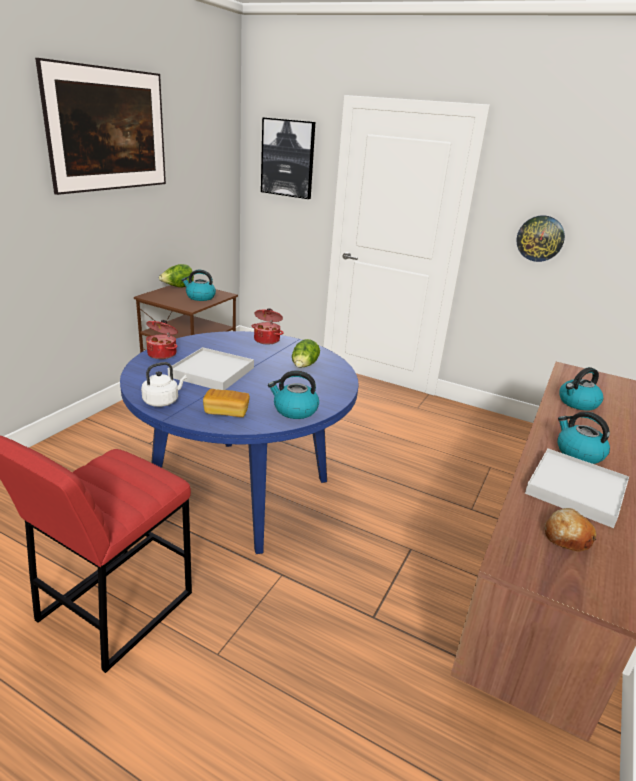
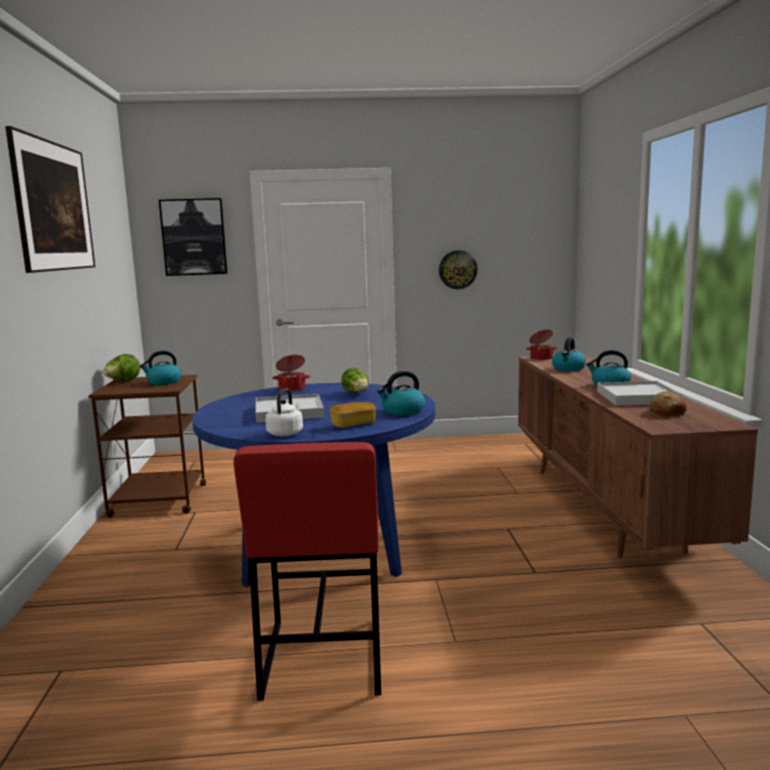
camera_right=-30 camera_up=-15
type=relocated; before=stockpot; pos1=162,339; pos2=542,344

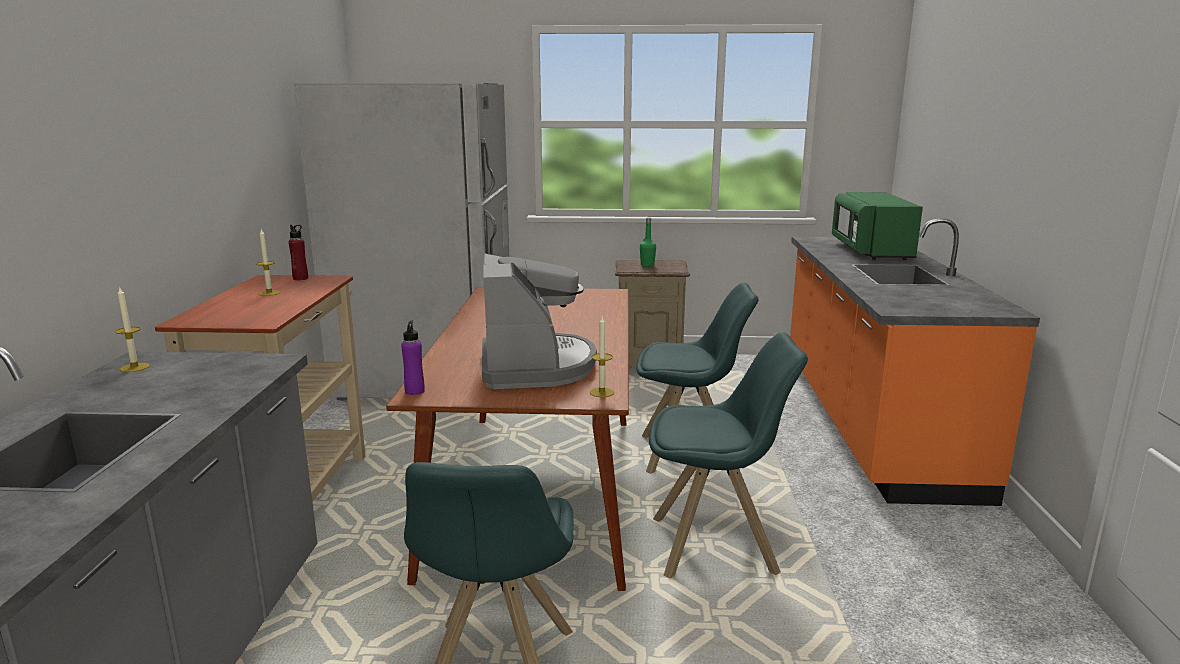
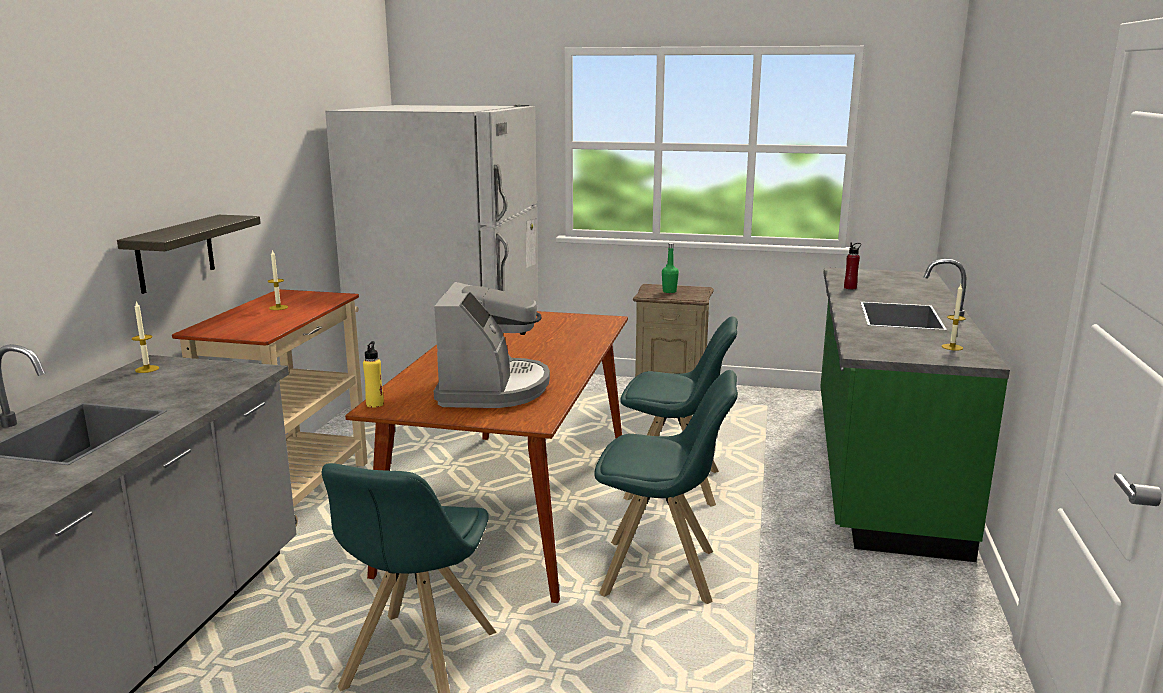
camera_right=10 camera_up=0
type=missing; before=green microwave oven; pos1=877,226
type=appeared; after=bracket shelf; pos2=189,254
type=relocated; before=red bottle; pos1=298,252; pos2=852,266
type=relocated; before=wax light; pos1=602,356; pos2=954,317
type=colour; before=purplish bottle; after=yellow bottle; pos1=413,357; pos2=373,374
type=colour; before=orange-coloured counter; after=green counter; pos1=915,362; pos2=915,410

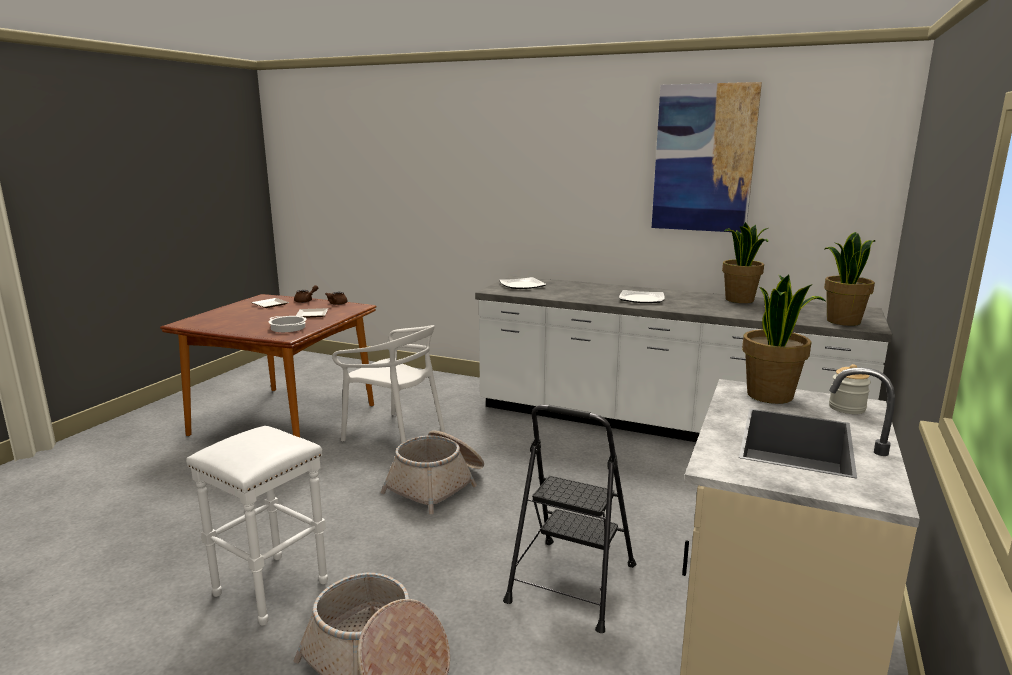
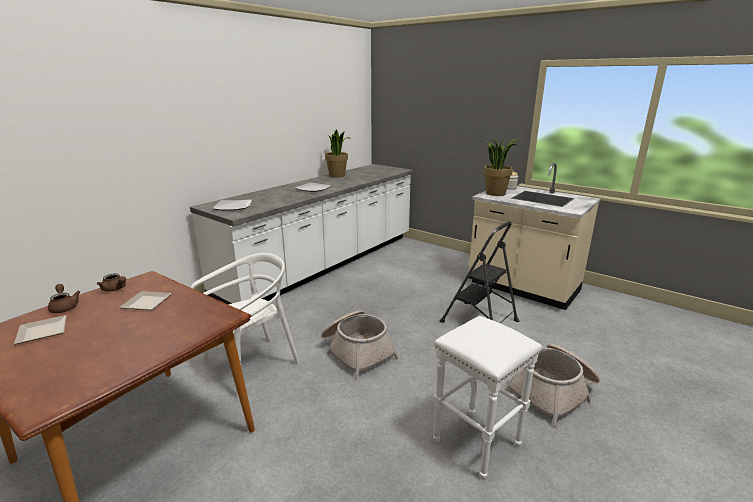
camera_right=-75 camera_up=5
type=missing; before=stockpot; pos1=287,324
type=missing; before=picture; pos1=707,157
type=missing; before=potted plant; pos1=849,279

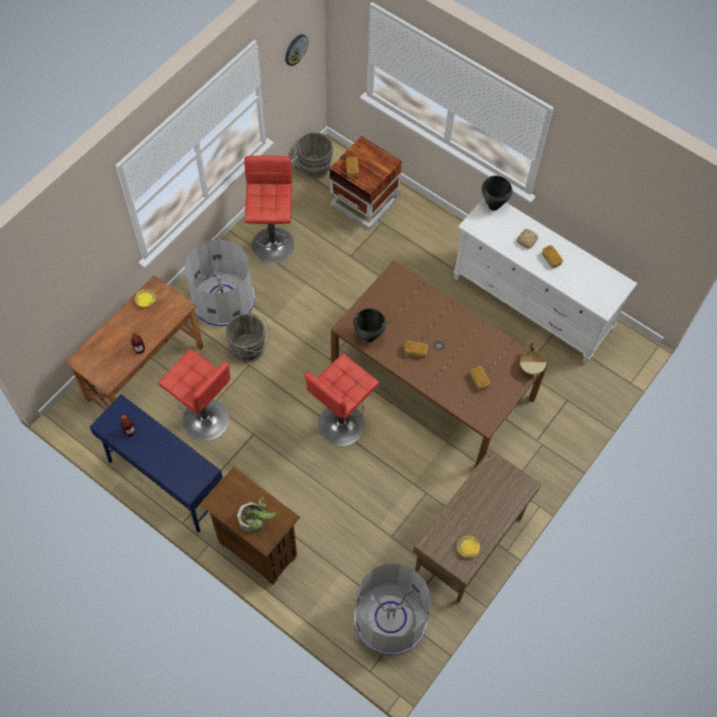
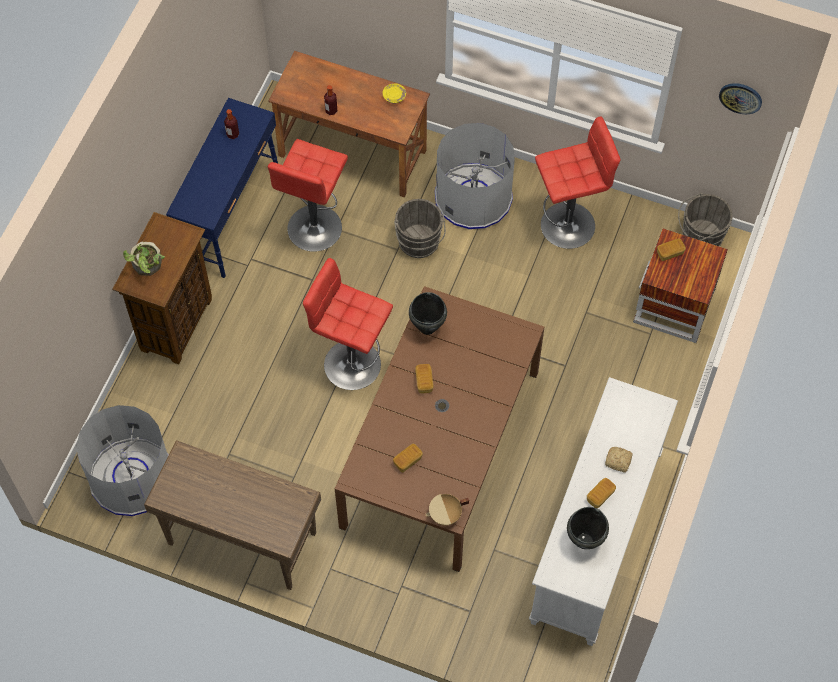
camera_right=75 camera_up=0
type=missing; before=yellow plate; pos1=468,547
type=relocated; before=black-coloured stockpot; pos1=497,193; pos2=588,528

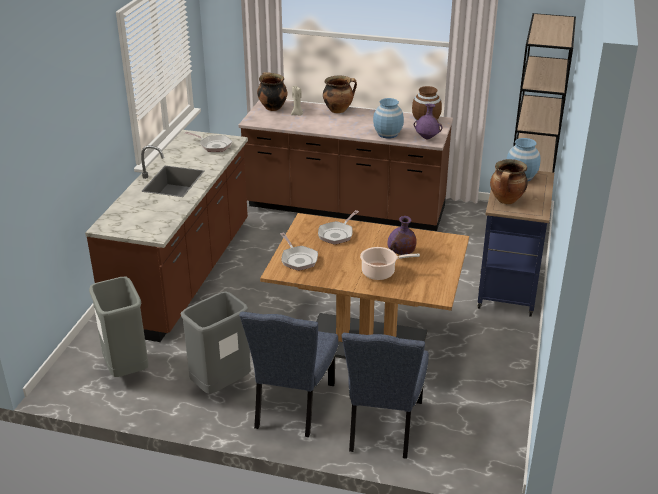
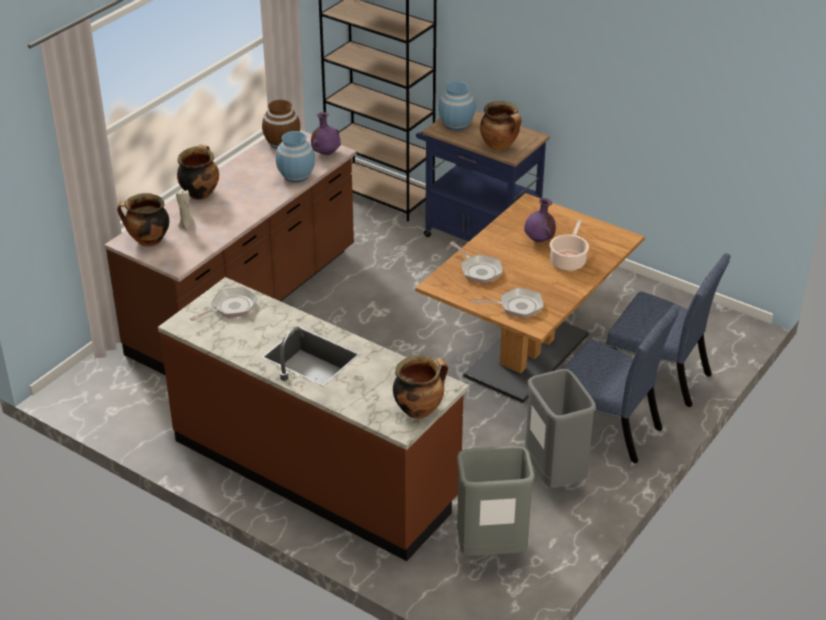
camera_right=-70 camera_up=5
type=appeared; after=stockpot; pos2=420,387

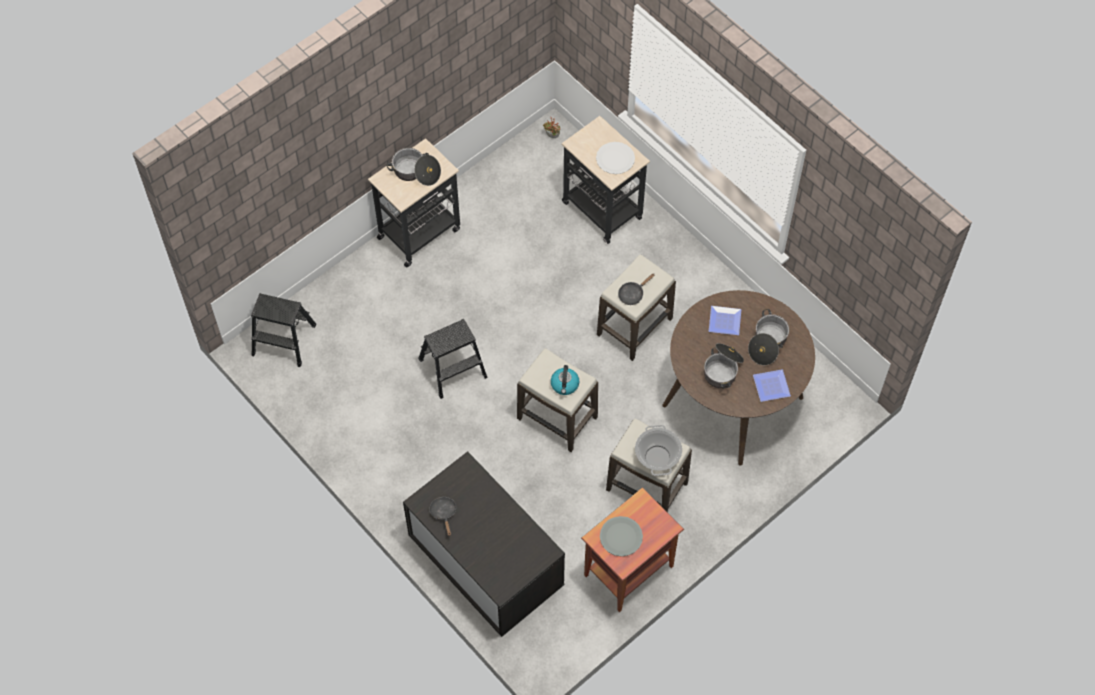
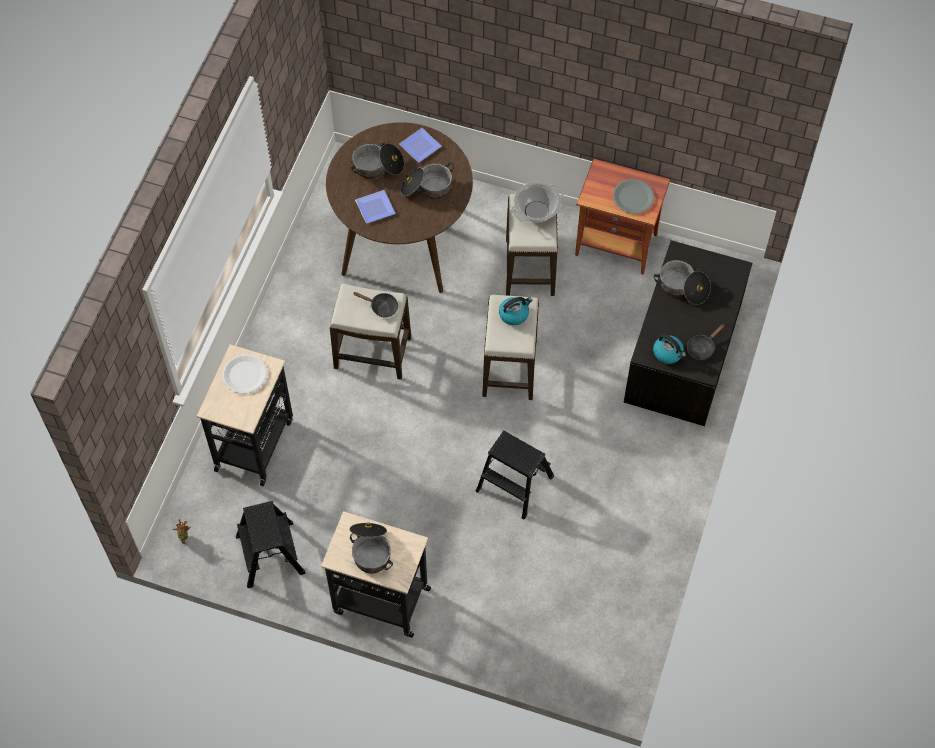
camera_right=-120 camera_up=0
type=appeared; after=kettle; pos2=669,349
type=appeared; after=stockpot; pos2=682,282
type=relocated; before=black-coloured stepladder; pos1=283,330; pos2=270,544

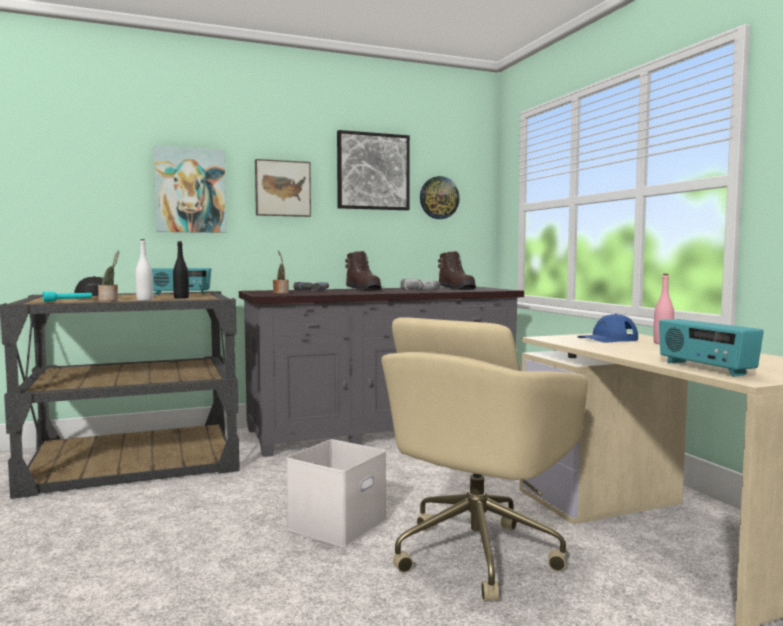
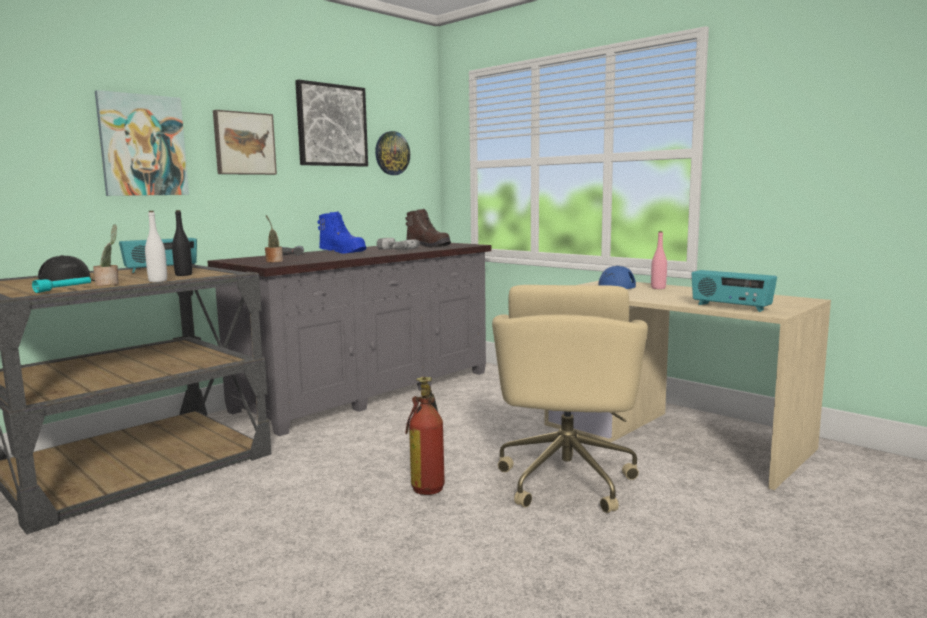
camera_right=-25 camera_up=5
type=exchanged; before=white-coloured storage box; after=extinguisher; pos1=336,493; pos2=425,436
type=colour; before=brownish tall boot; after=blue tall boot; pos1=363,271; pos2=342,232

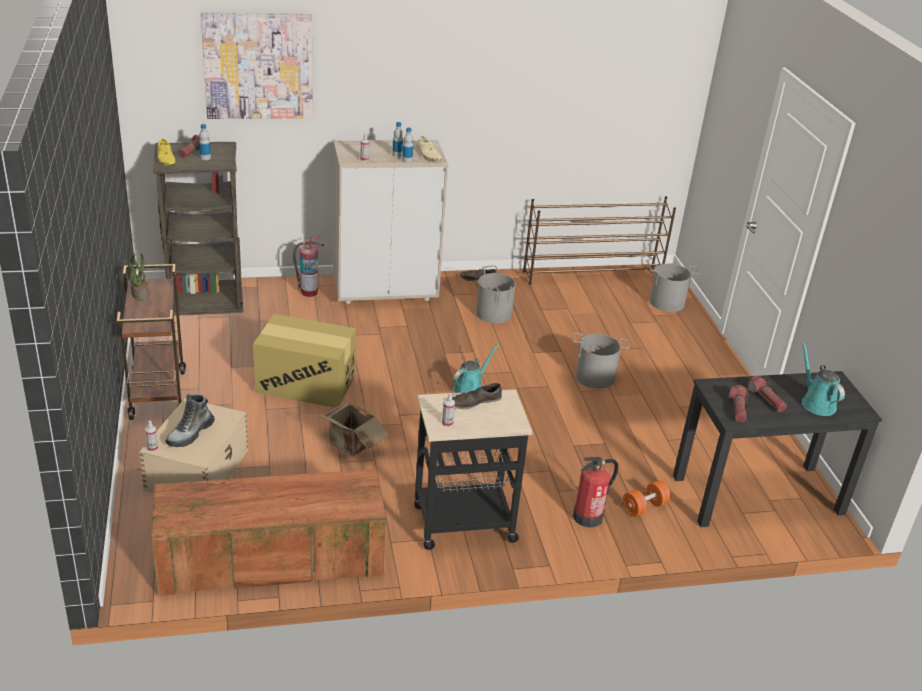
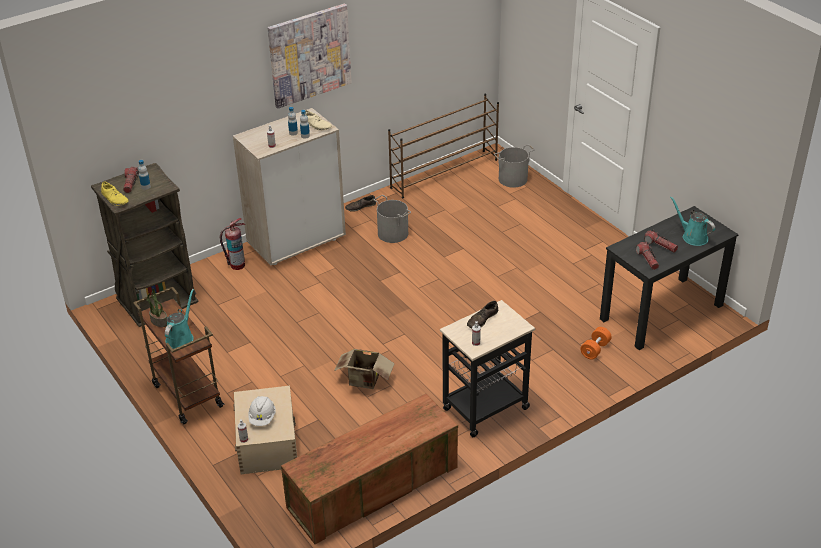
camera_right=-20 camera_up=5
type=missing; before=carton; pos1=304,361
type=missing; before=gray bucket; pos1=601,361
type=missing; before=extinguisher; pos1=595,492
type=relocated; before=picture; pos1=257,65; pos2=310,56
type=relocated; before=blue-green watering pot; pos1=476,368; pos2=179,319
type=exchanged; before=tall boot; after=white-coloured hard hat; pos1=190,420; pos2=262,411

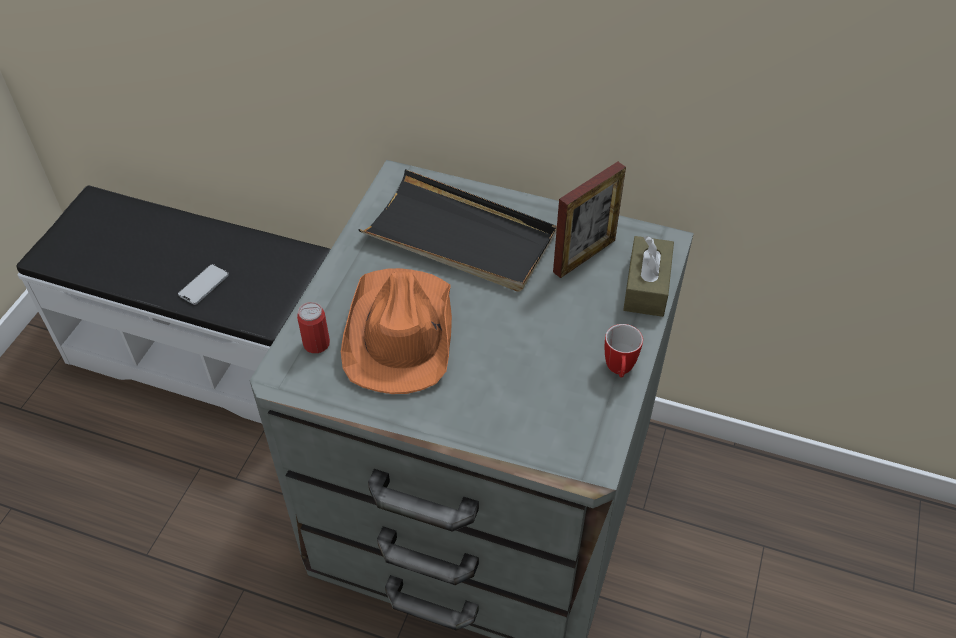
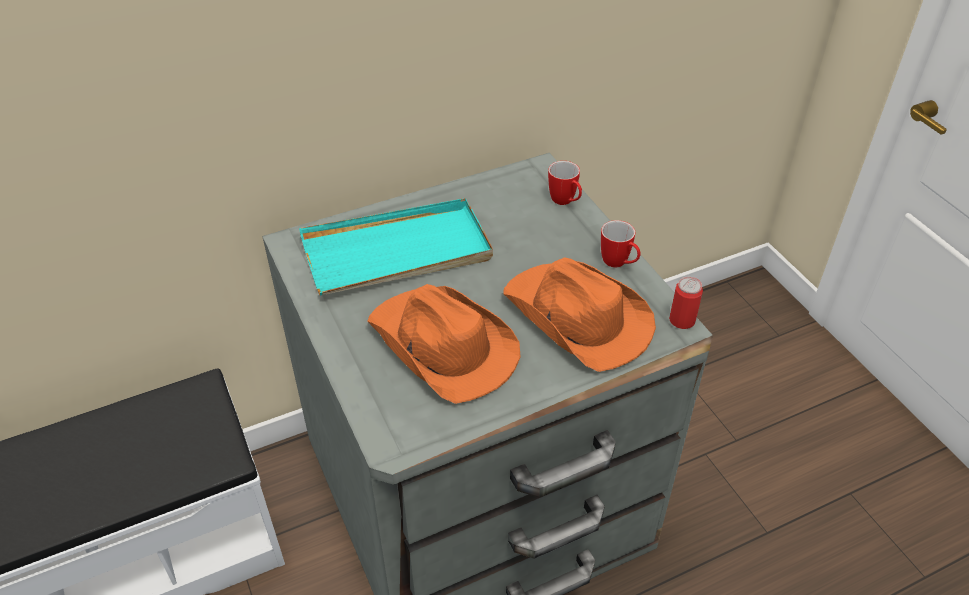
camera_right=-45 camera_up=-5
type=missing; before=phone; pos1=203,284
type=missing; before=picture frame; pos1=589,220
type=appeared; after=orange-coloured clothing hat; pos2=579,314
type=relocated; before=metal can; pos1=313,327; pos2=686,303
type=exchanged; before=brownish tissue holder; after=tea mug; pos1=648,276; pos2=565,183
type=colour; before=black-coloured serving tray; after=blue-green serving tray; pos1=457,230; pos2=396,246

